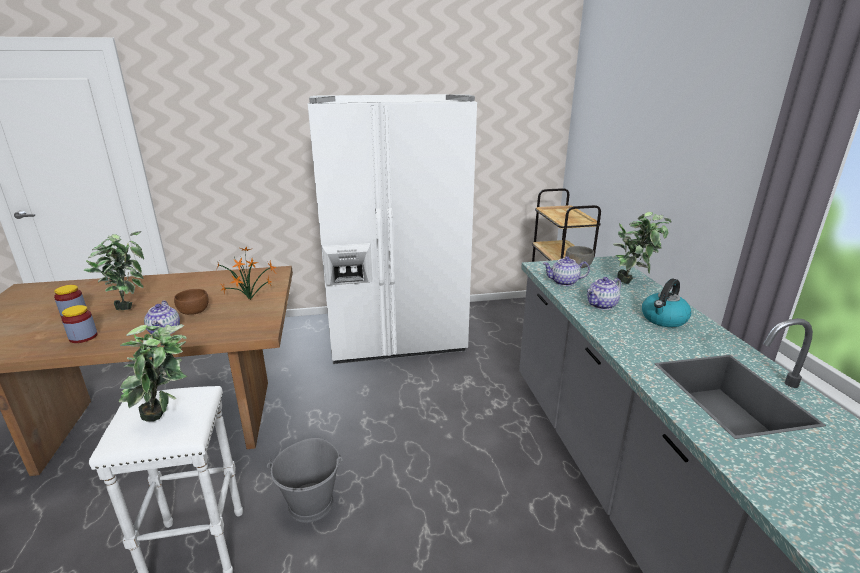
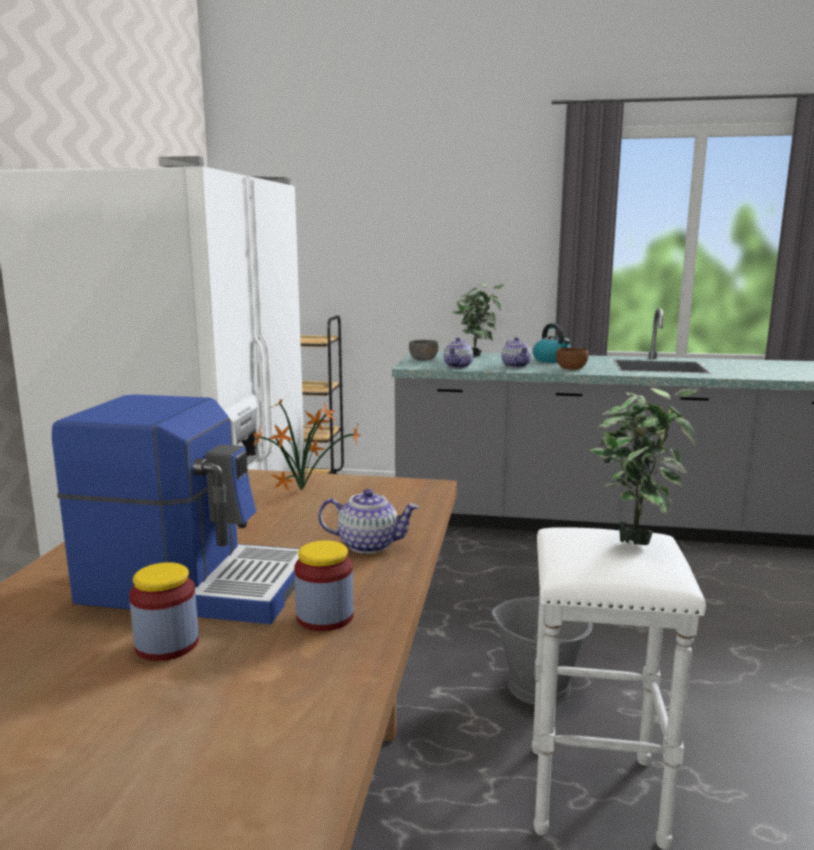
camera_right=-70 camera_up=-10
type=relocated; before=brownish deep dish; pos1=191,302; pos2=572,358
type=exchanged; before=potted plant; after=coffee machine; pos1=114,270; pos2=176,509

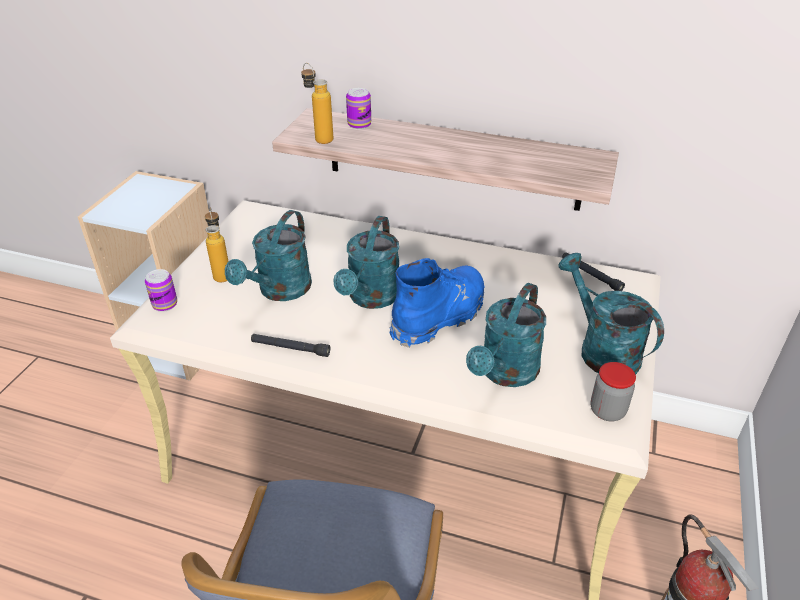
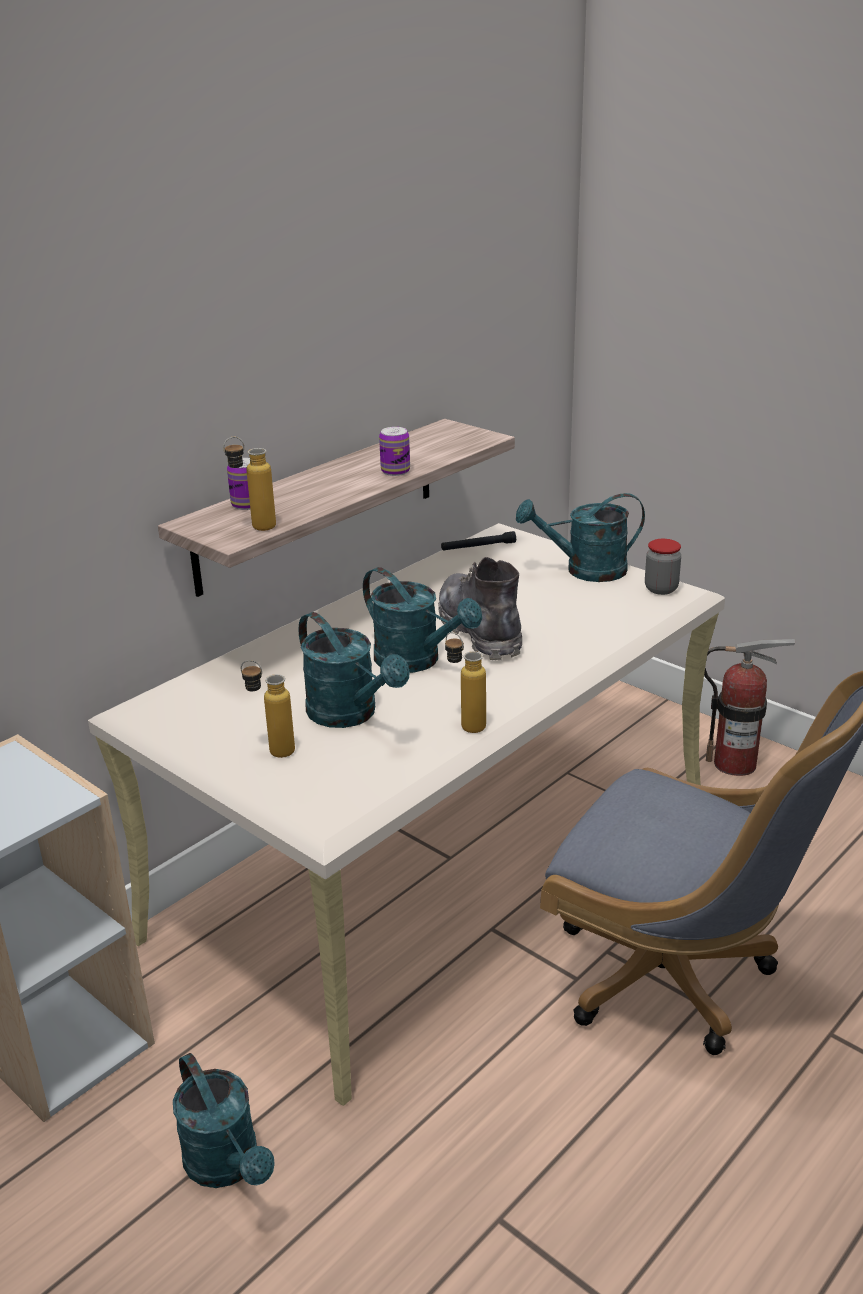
camera_right=-65 camera_up=-10
type=relocated; before=metal can; pos1=161,290; pos2=394,451
type=relocated; before=blue-green watering pot; pos1=506,335; pos2=224,1120
type=exchanged; before=black-coloured hand torch; after=bottle; pos1=290,345; pos2=465,682
type=colour; before=blue tall boot; after=gray tall boot; pos1=437,303; pos2=480,608

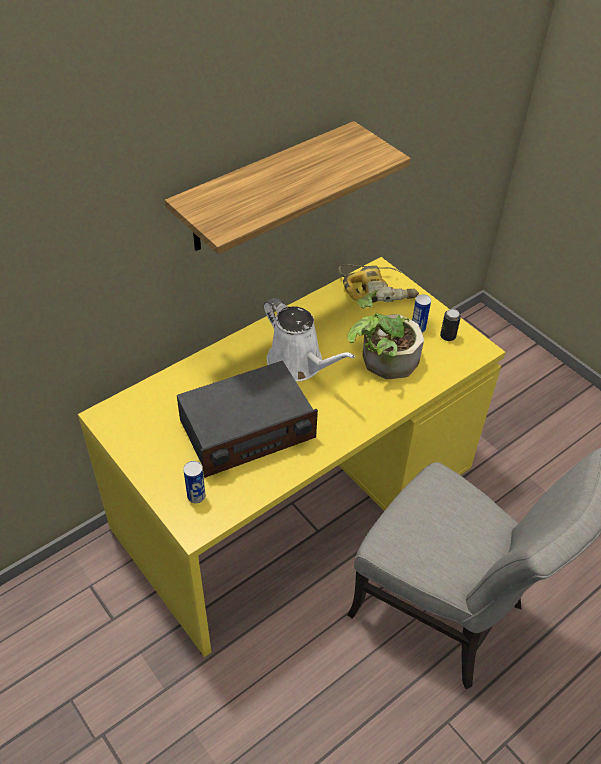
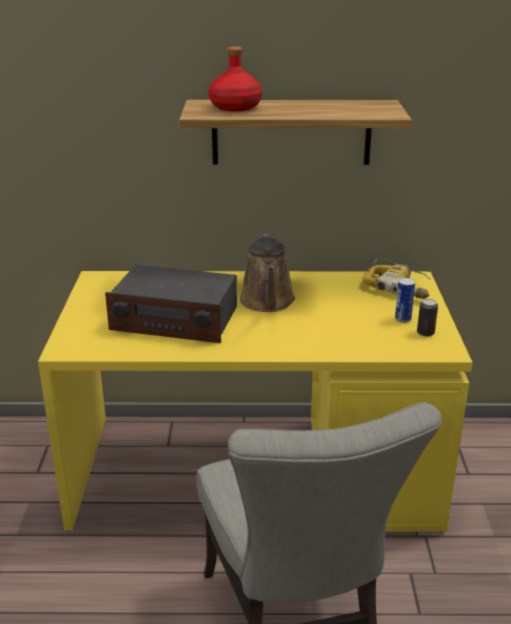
camera_right=40 camera_up=-20
type=missing; before=metal can; pos1=194,482
type=missing; before=potted plant; pos1=385,334
type=appeared; after=red bottle; pos2=235,79
type=colour; before=white-coloured watering pot; after=brownish watering pot; pos1=309,339; pos2=267,272

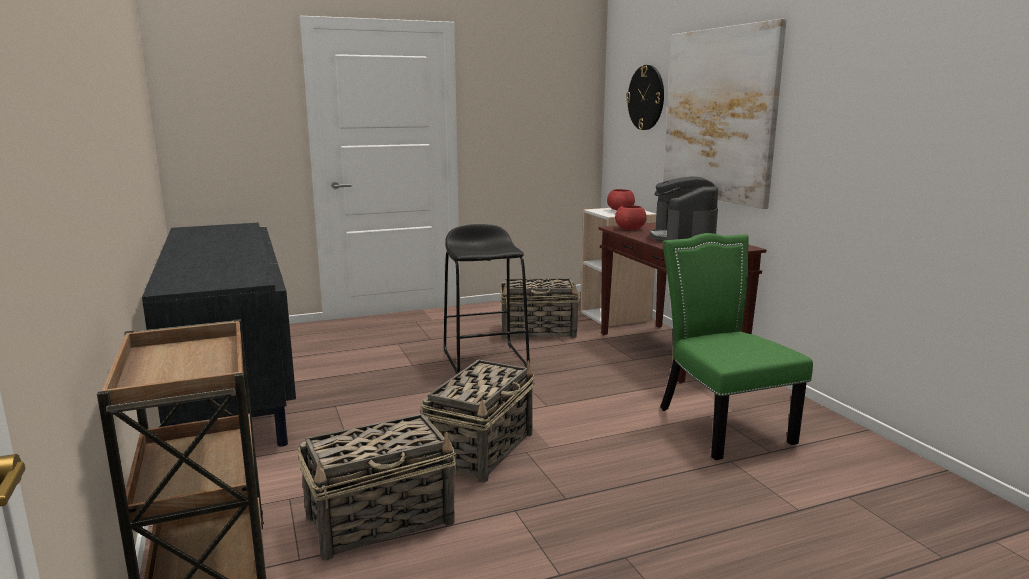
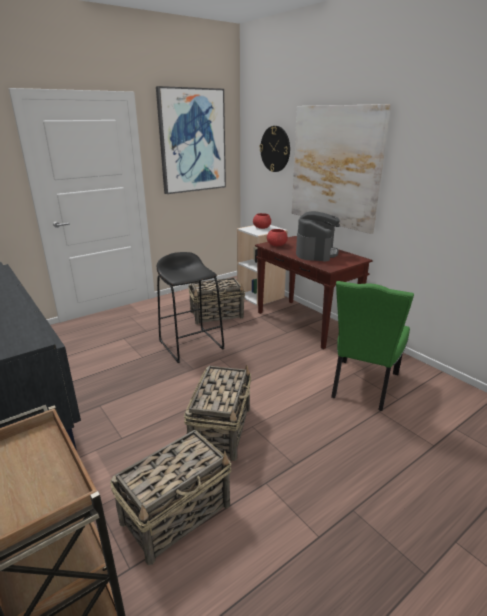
camera_right=-15 camera_up=10
type=appeared; after=picture; pos2=191,140
type=spun; before=coffee machine; pos1=683,209; pos2=318,236; turn=-150
type=spun; before=green plain chair; pos1=736,346; pos2=372,346; turn=-120

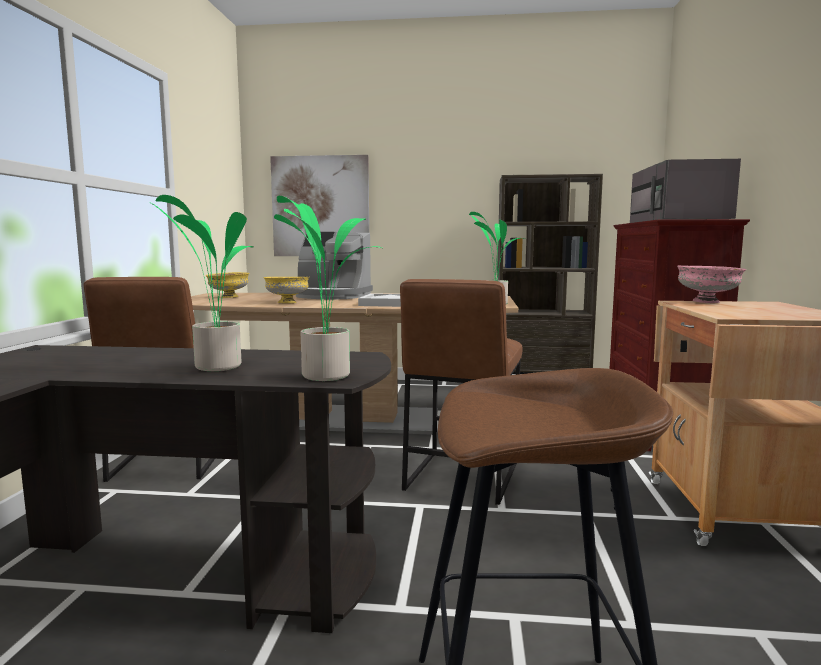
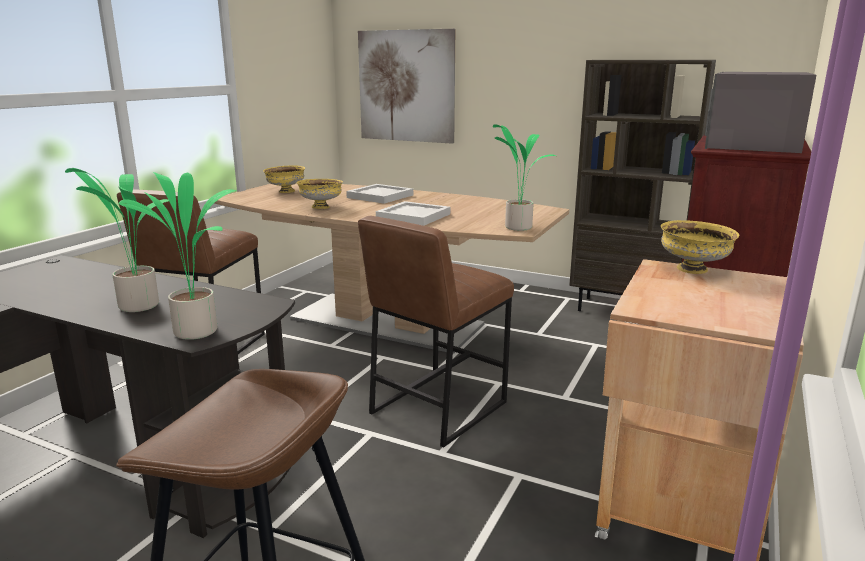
camera_right=20 camera_up=10
type=exchanged; before=coffee machine; after=white-coloured serving tray; pos1=334,265; pos2=379,194
type=colour; before=pink-coloured deep dish; after=yellow deep dish; pos1=711,284; pos2=700,247

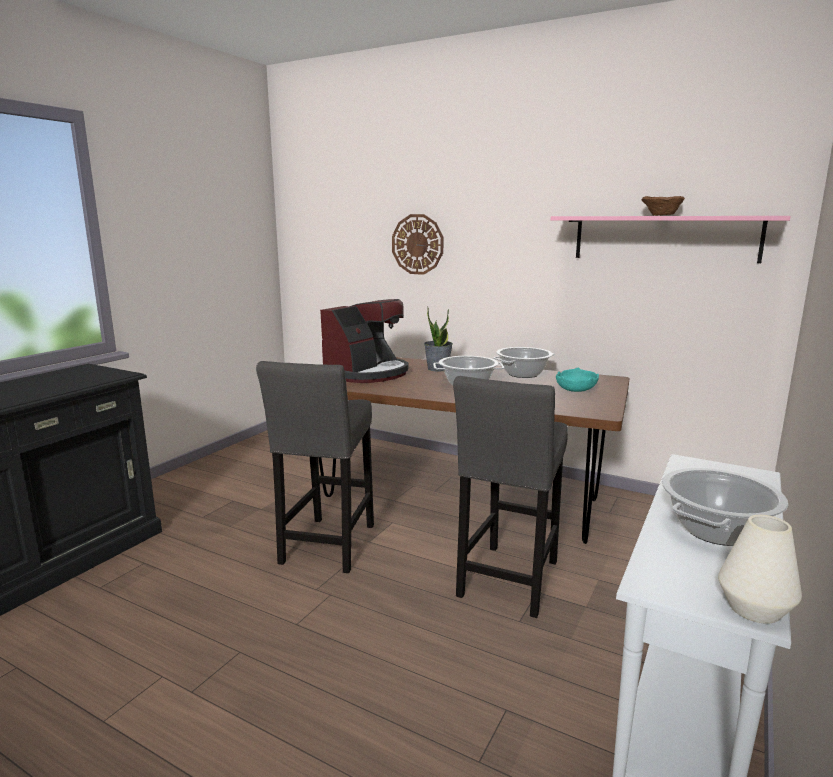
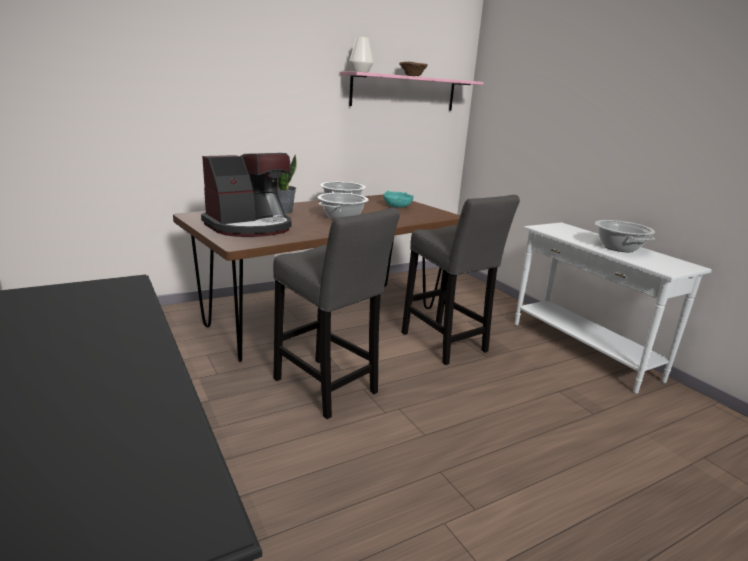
camera_right=-60 camera_up=5
type=missing; before=hanging clock; pos1=417,244
type=relocated; before=white-coloured decorative vase; pos1=760,569; pos2=361,55
type=spun; before=coffee machine; pos1=364,341; pos2=246,195; turn=75

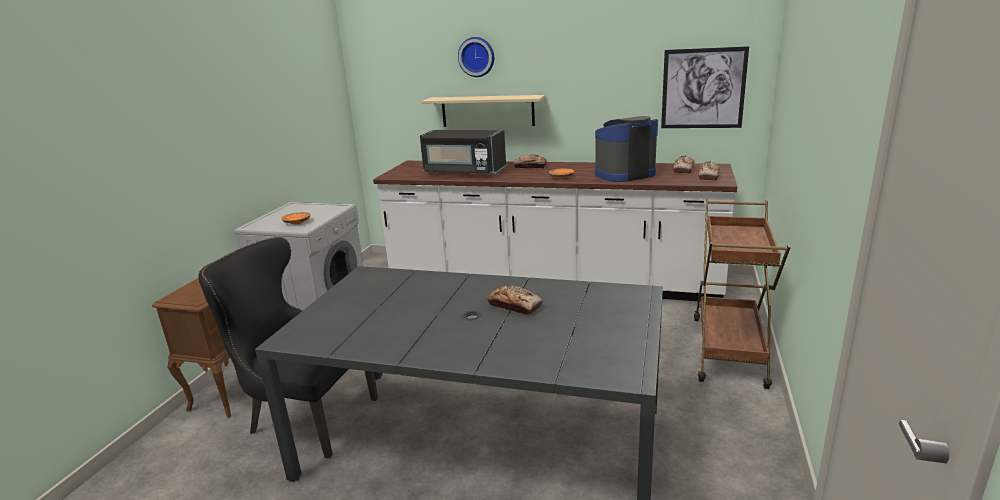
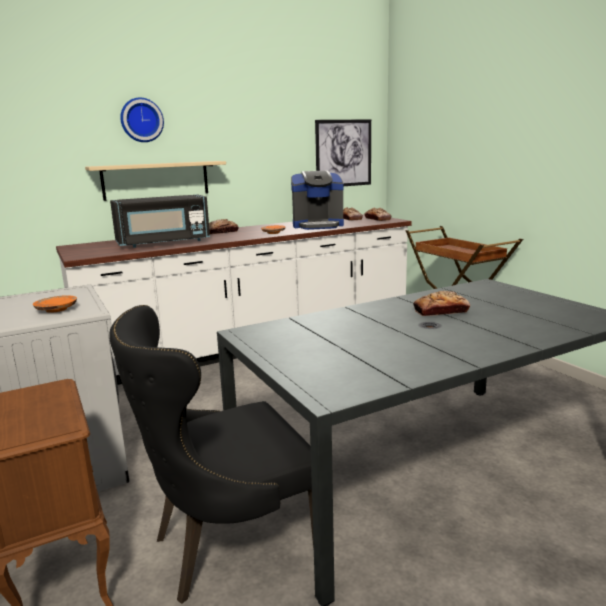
camera_right=-45 camera_up=-5
type=spun; before=coffee machine; pos1=626,149; pos2=317,200; turn=-120

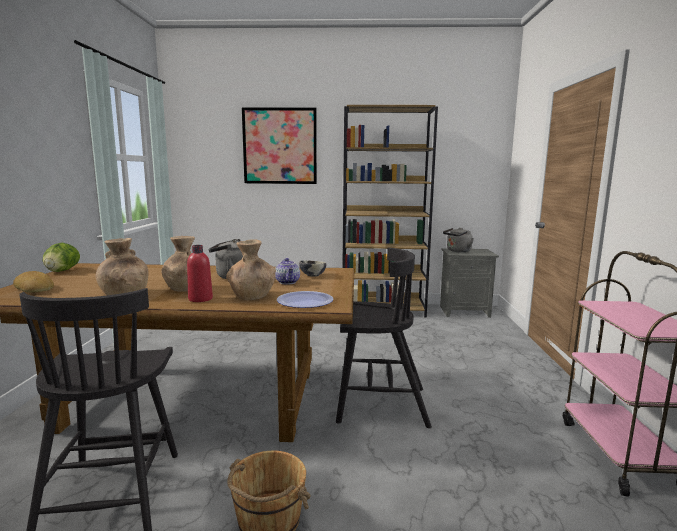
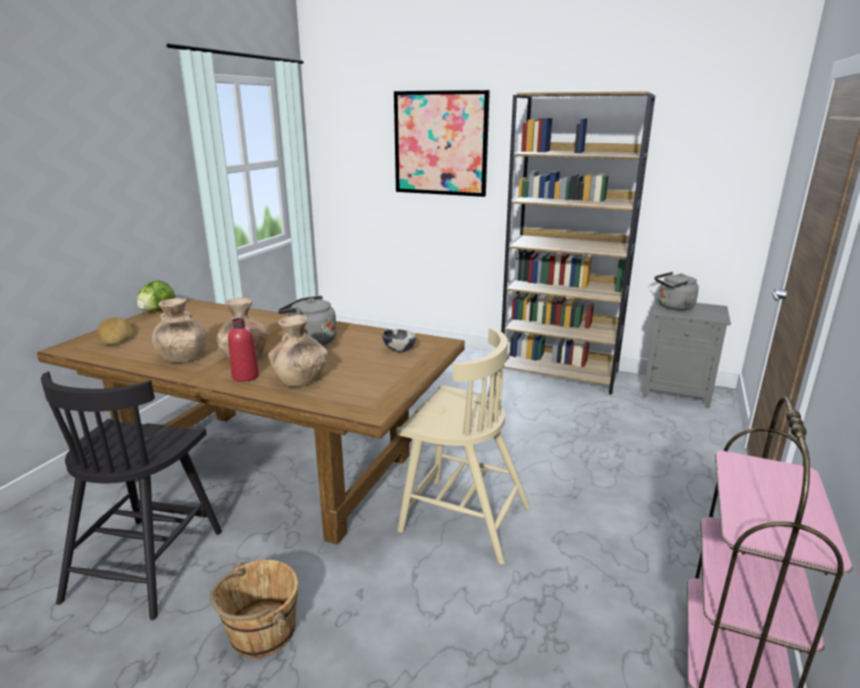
camera_right=20 camera_up=10
type=missing; before=teapot; pos1=287,271
type=missing; before=plate; pos1=305,299
type=colour; before=black-coloured plain chair; after=beige-coloured plain chair; pos1=384,338; pos2=463,446

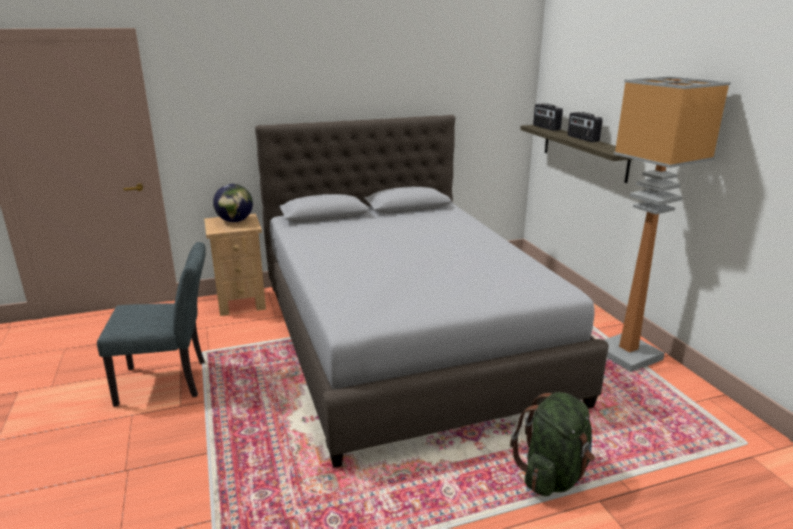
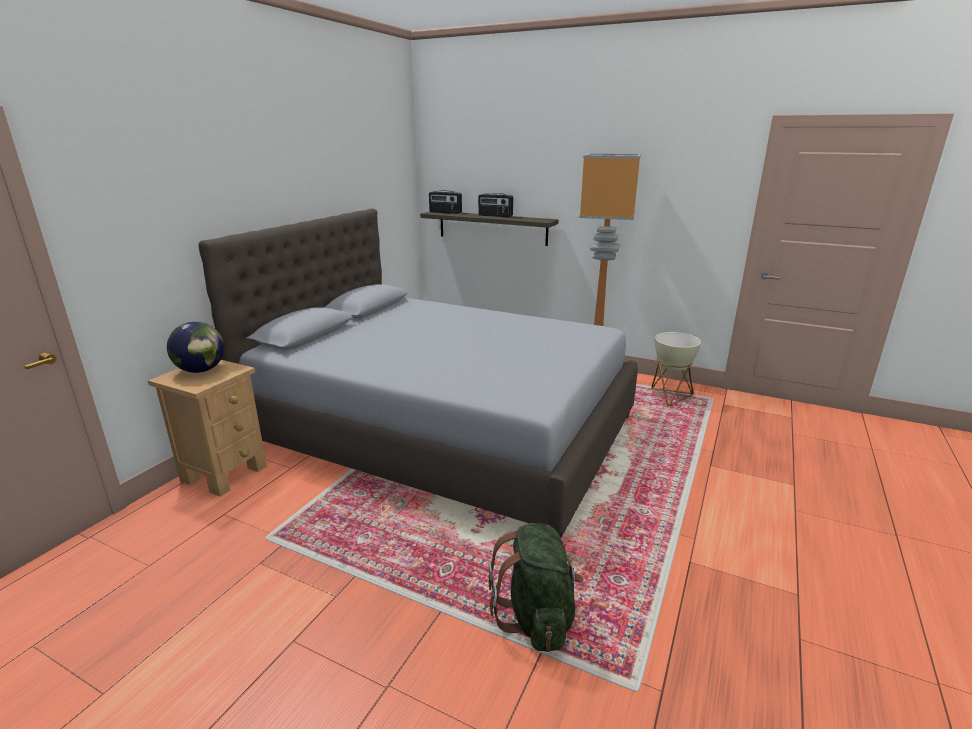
camera_right=-45 camera_up=0
type=missing; before=gray plain chair; pos1=151,324
type=appeared; after=plant pot; pos2=676,369
type=relocated; before=green backpack; pos1=552,444; pos2=535,587

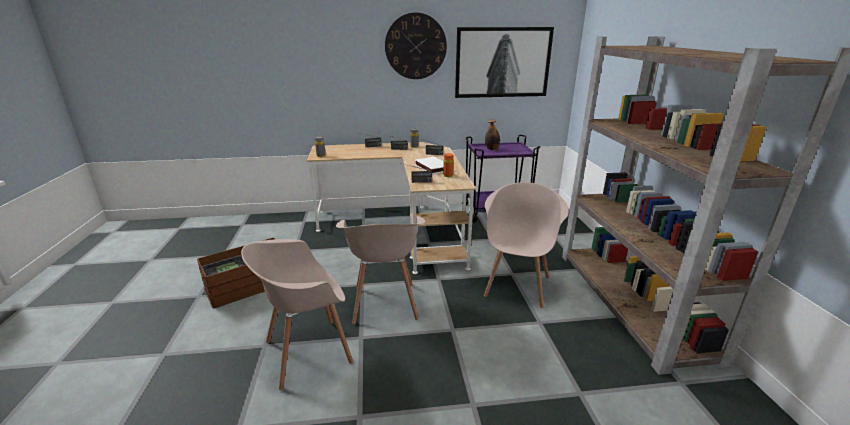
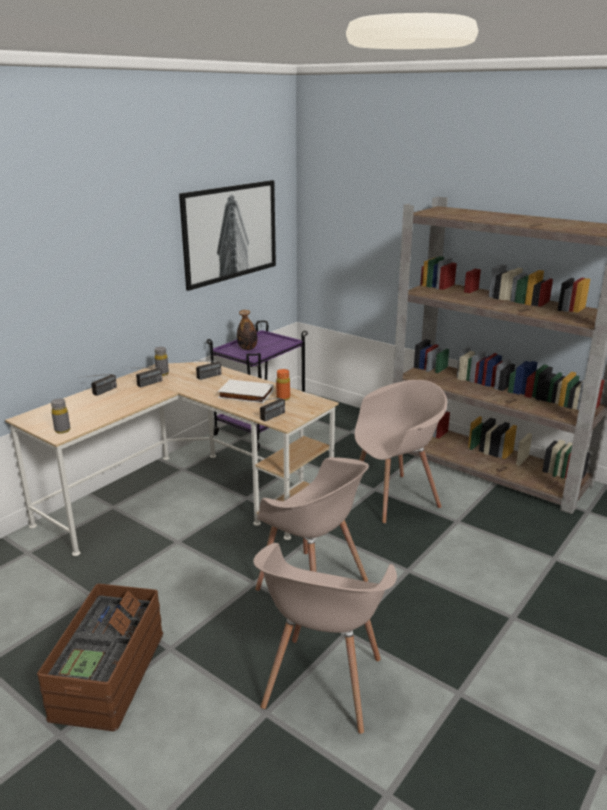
camera_right=-45 camera_up=0
type=missing; before=hanging clock; pos1=416,45
type=spun; before=beige-coloured plain chair; pos1=526,245; pos2=401,451; turn=90

